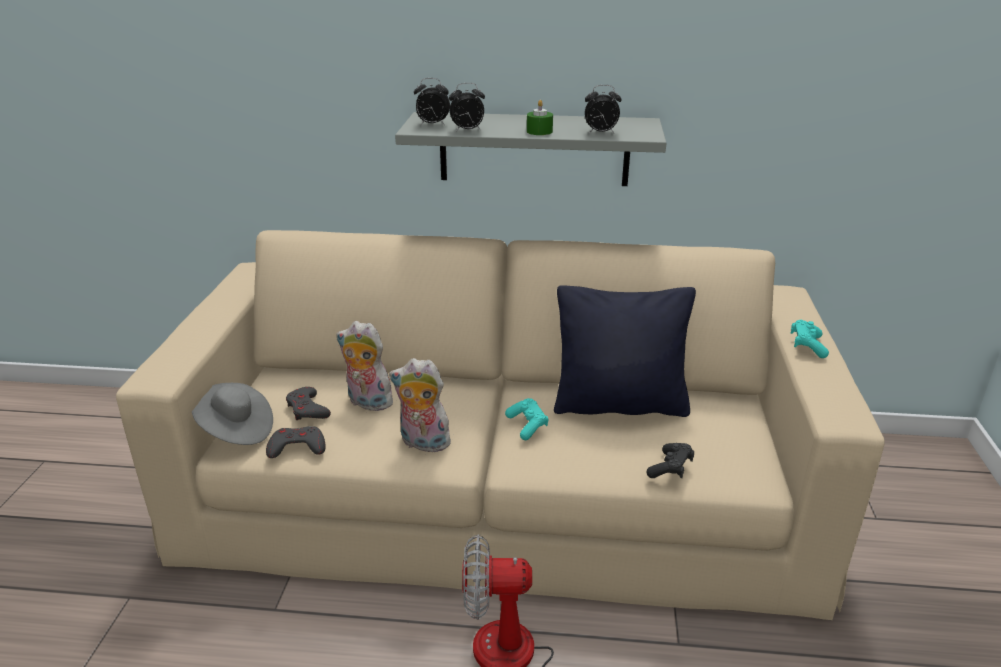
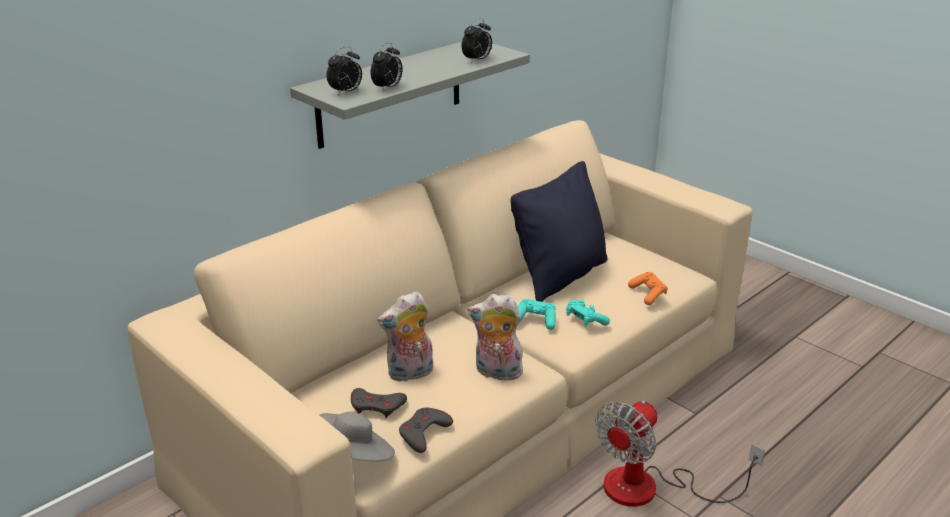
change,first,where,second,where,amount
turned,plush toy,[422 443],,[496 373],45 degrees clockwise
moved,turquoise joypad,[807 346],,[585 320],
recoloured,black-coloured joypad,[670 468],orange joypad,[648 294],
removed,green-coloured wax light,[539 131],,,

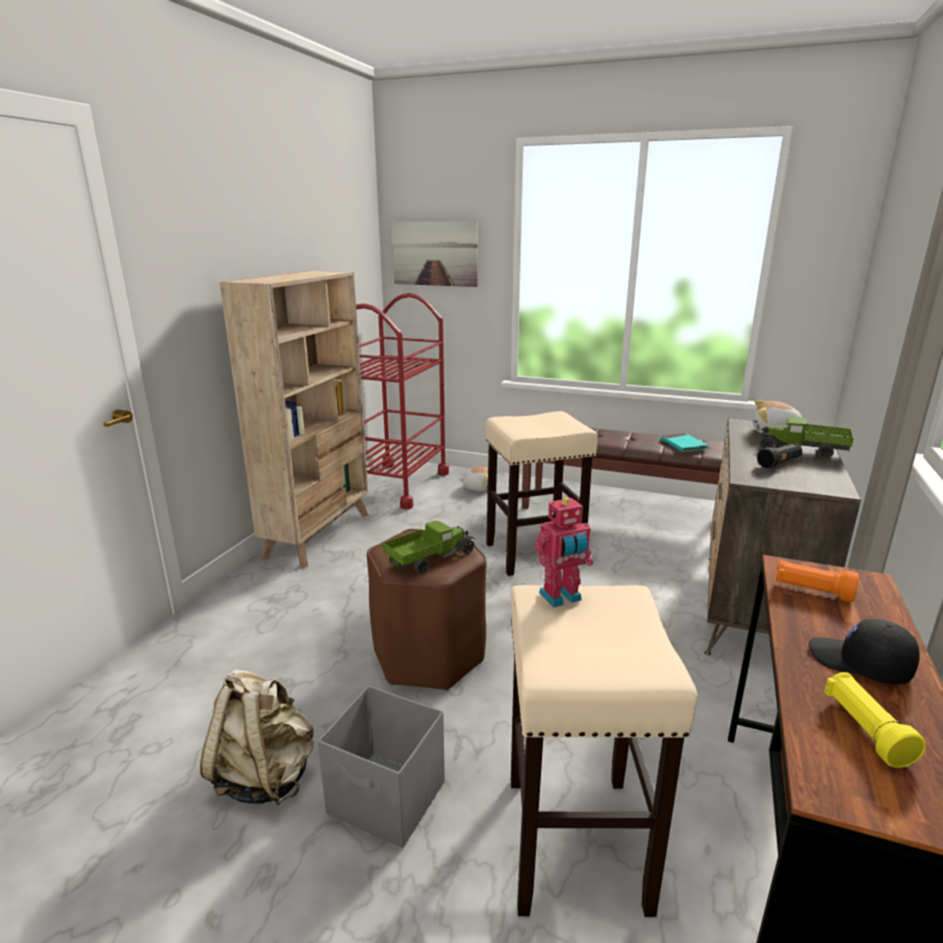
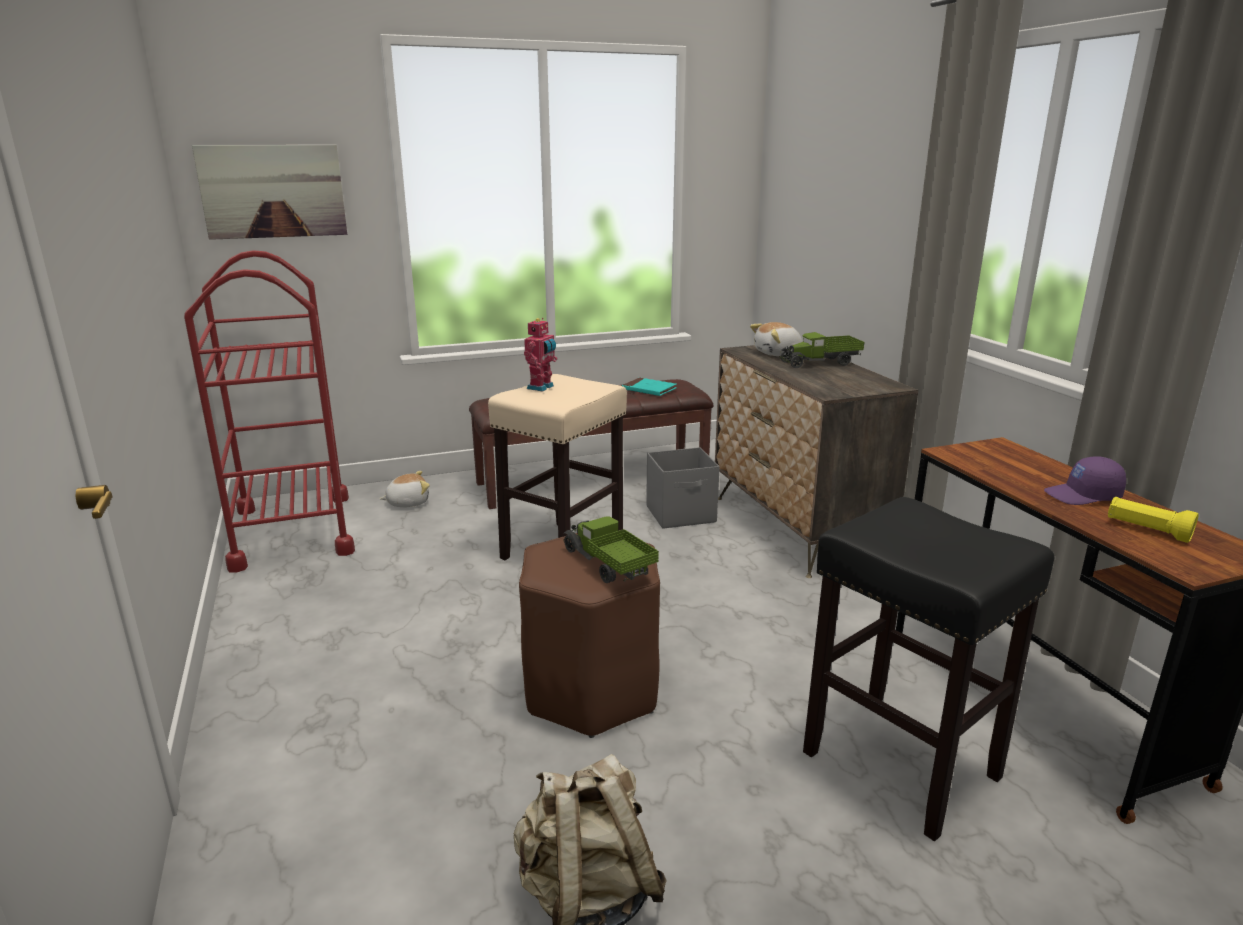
change,first,where,second,where,amount
moved,robot figure,[561 598],,[542 387],
turned,toy truck,[430 559],,[607 565],45 degrees counterclockwise
moved,gray storage box,[388 799],,[682 514],
recoloured,beige-coloured stool,[574 839],black-coloured stool,[898 764],
recoloured,black-coloured peaked cap,[859 664],purple-coloured peaked cap,[1083 496],
removed,beige-coloured bookcase,[319 535],,,
removed,black-coloured hand torch,[779 463],,,
removed,orange hand torch,[812 591],,,

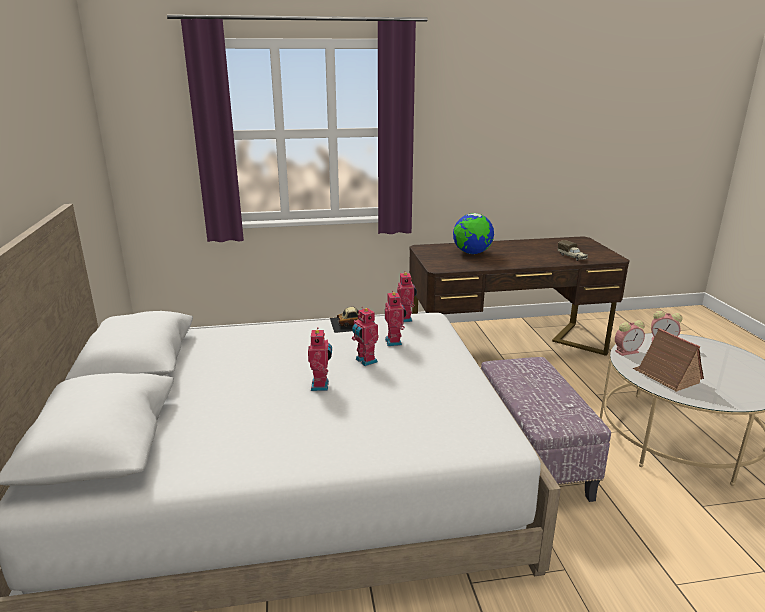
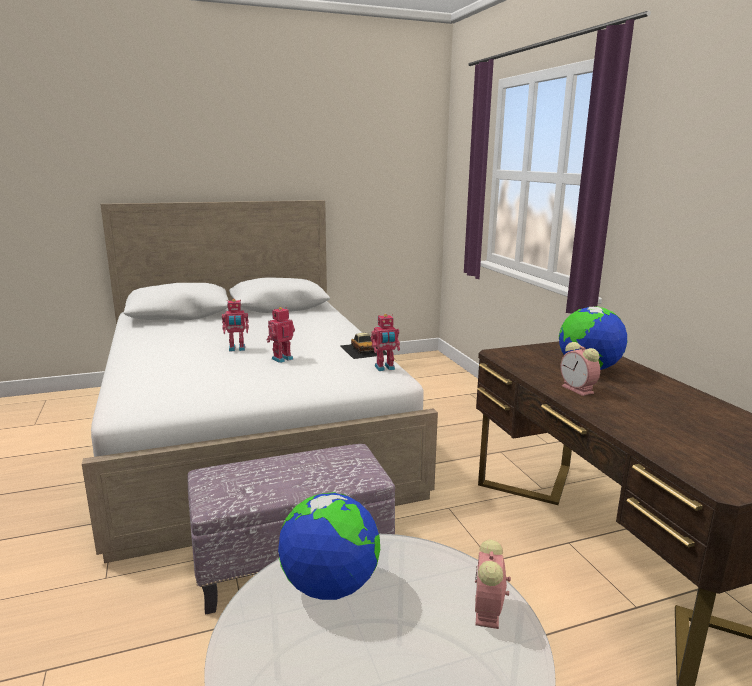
change,first,where,second,where,amount
replaced,toy house,[666 376],globe,[330 586],
moved,alarm clock,[627 351],,[578 390],
removed,robot figure,[395 342],,,
removed,toy truck,[572 257],,,

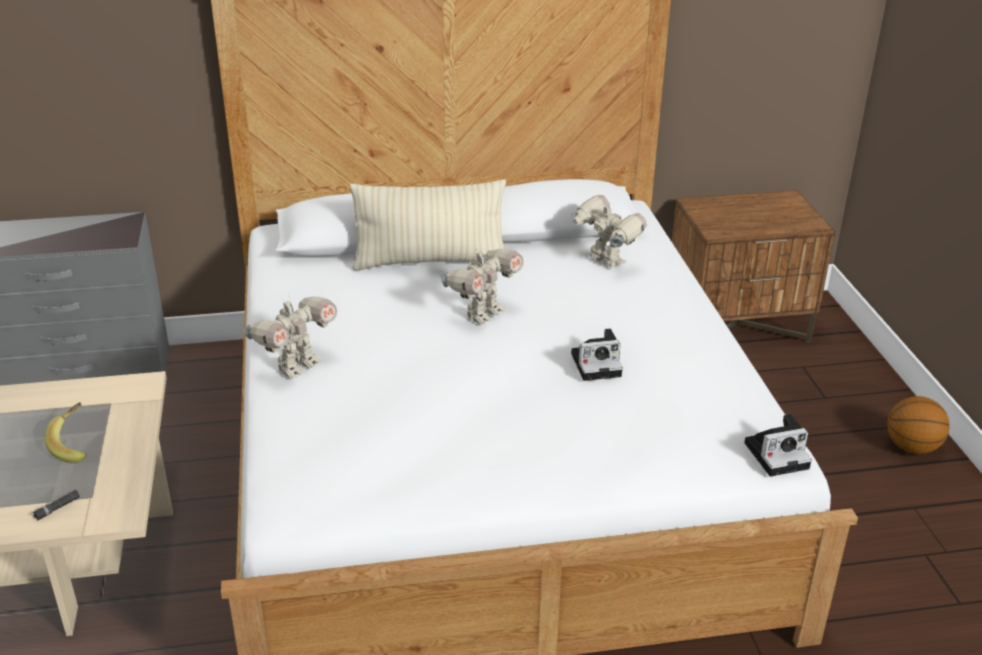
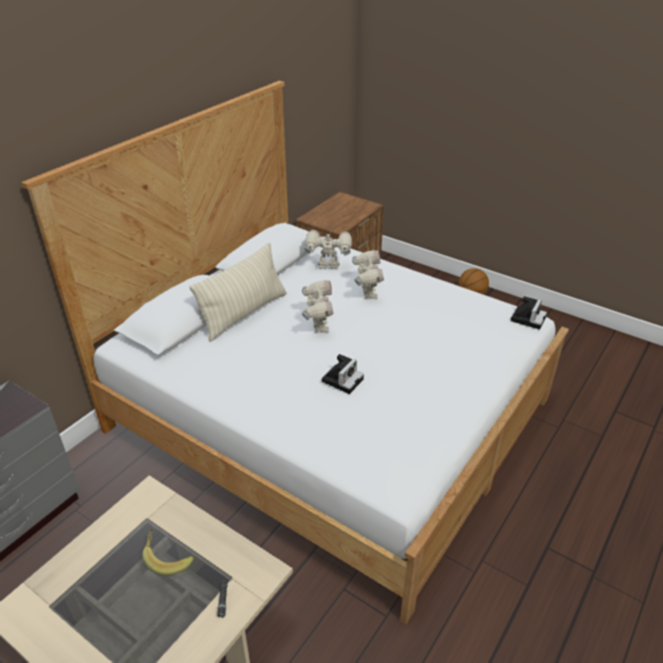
change,first,where,second,where,amount
moved,photo camera,[598 364],,[343 379],
moved,robot figure,[296 366],,[367 293],

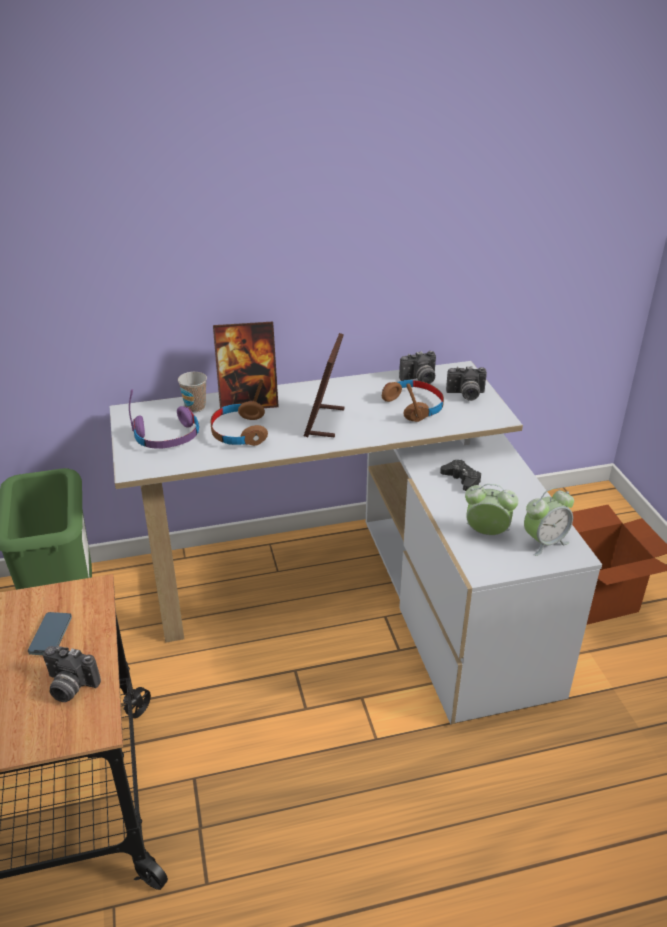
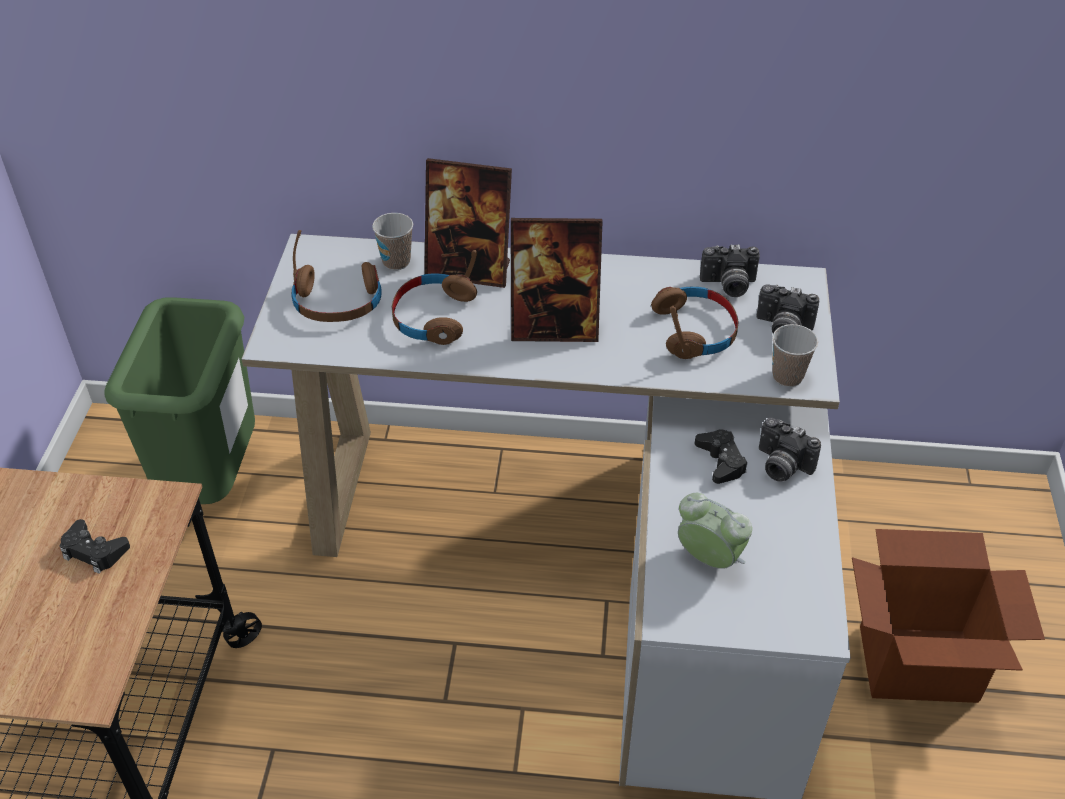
change,first,where,second,where,amount
replaced,telephone,[51 635],black-coloured joypad,[94 551],
recoloured,purple-coloured headset,[167 437],brownish headset,[338 302],
turned,picture frame,[324 422],,[554 328],120 degrees counterclockwise
moved,photo camera,[69 687],,[780 466],
added,,,drinking cup,[787 376],
removed,alarm clock,[544 542],,,

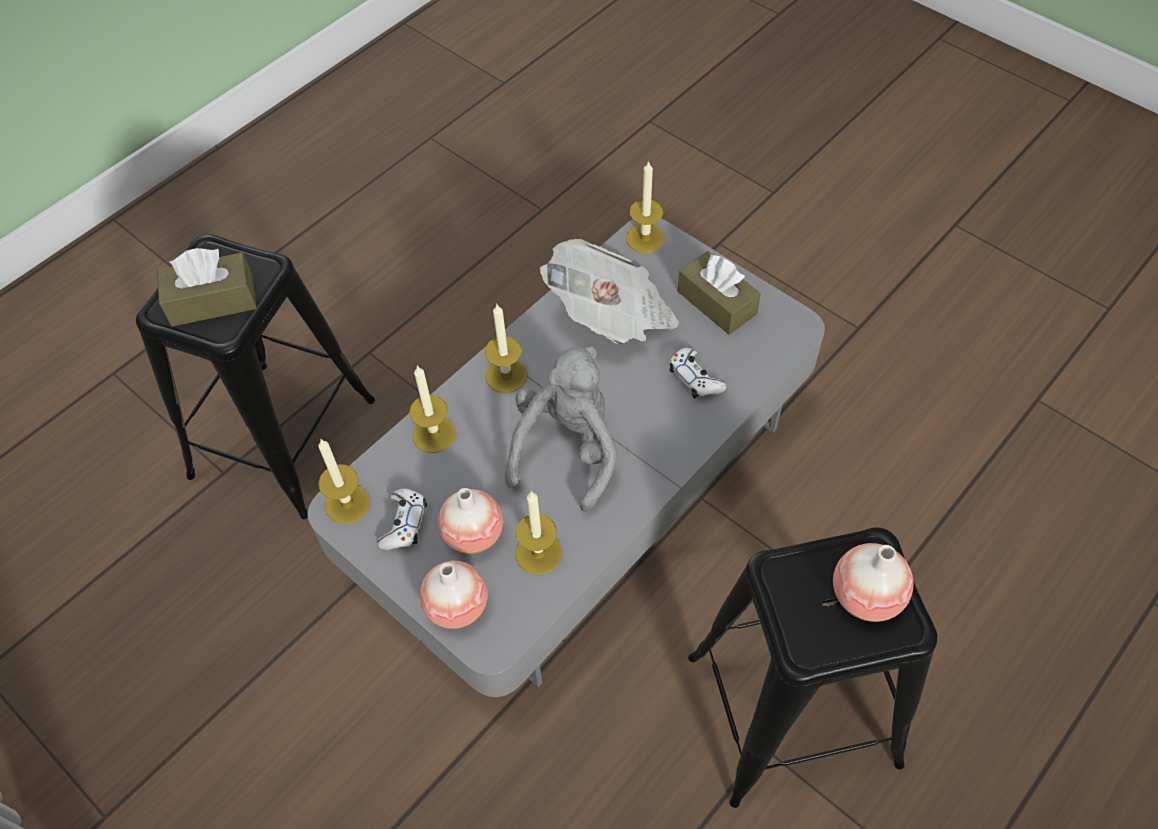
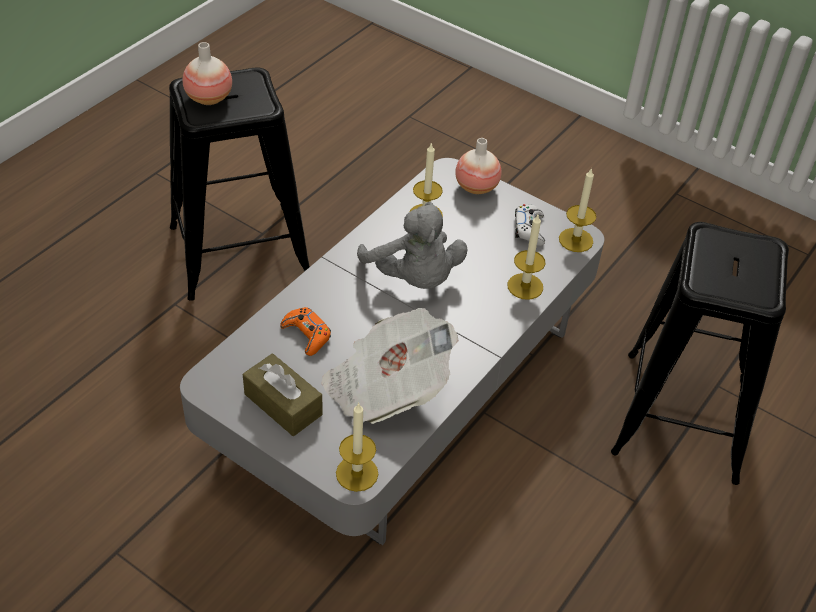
change,first,where,second,where,amount
recoloured,white joypad,[695 378],orange joypad,[307 335],
turned,gray plush toy,[567 450],,[414 278],45 degrees counterclockwise
removed,brownish box of tissues,[212 301],,,
removed,decorative vase,[473 534],,,
removed,wax light,[506 375],,,

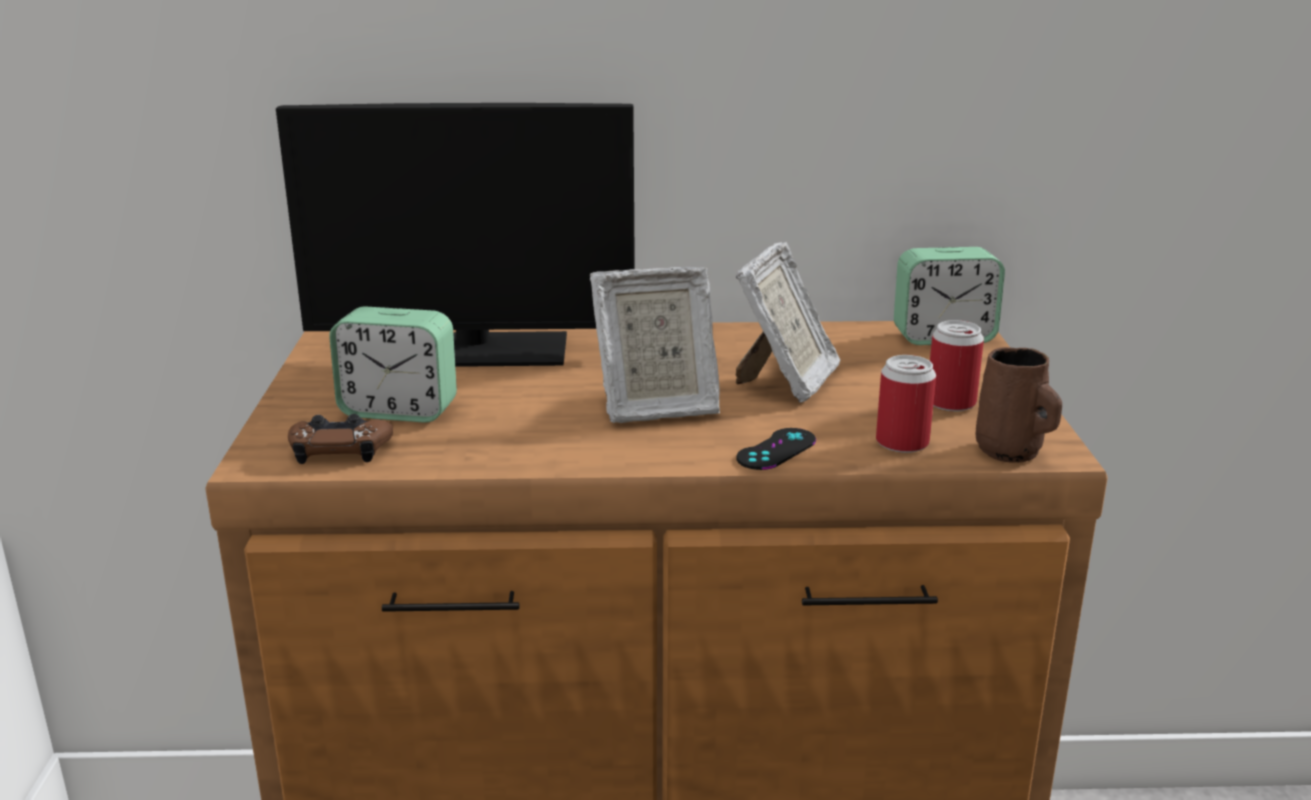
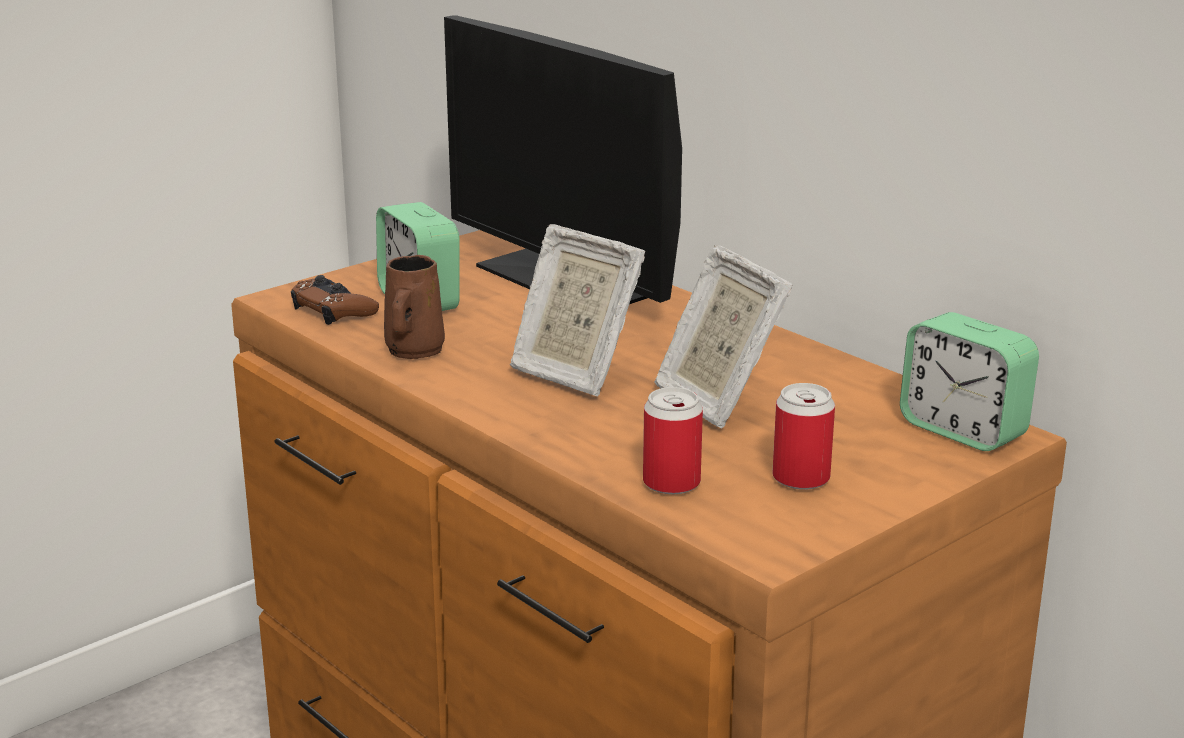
change,first,where,second,where,amount
moved,brownish mug,[1011 452],,[413 351],
turned,picture frame,[786 382],,[716 400],75 degrees clockwise
removed,black-coloured joypad,[776 449],,,

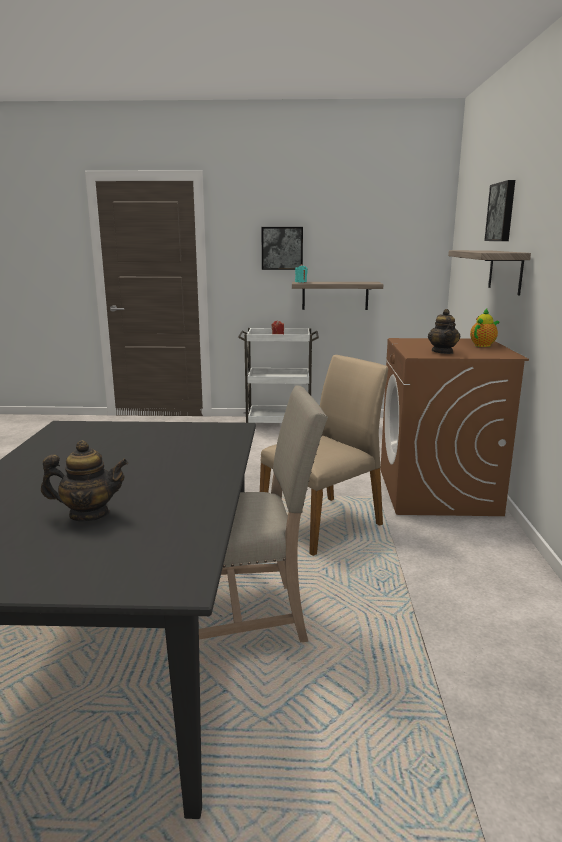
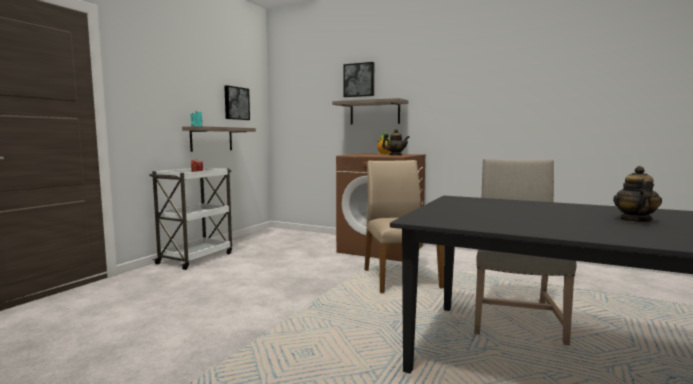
change,first,where,second,where,amount
moved,picture,[282 248],,[236 103],

